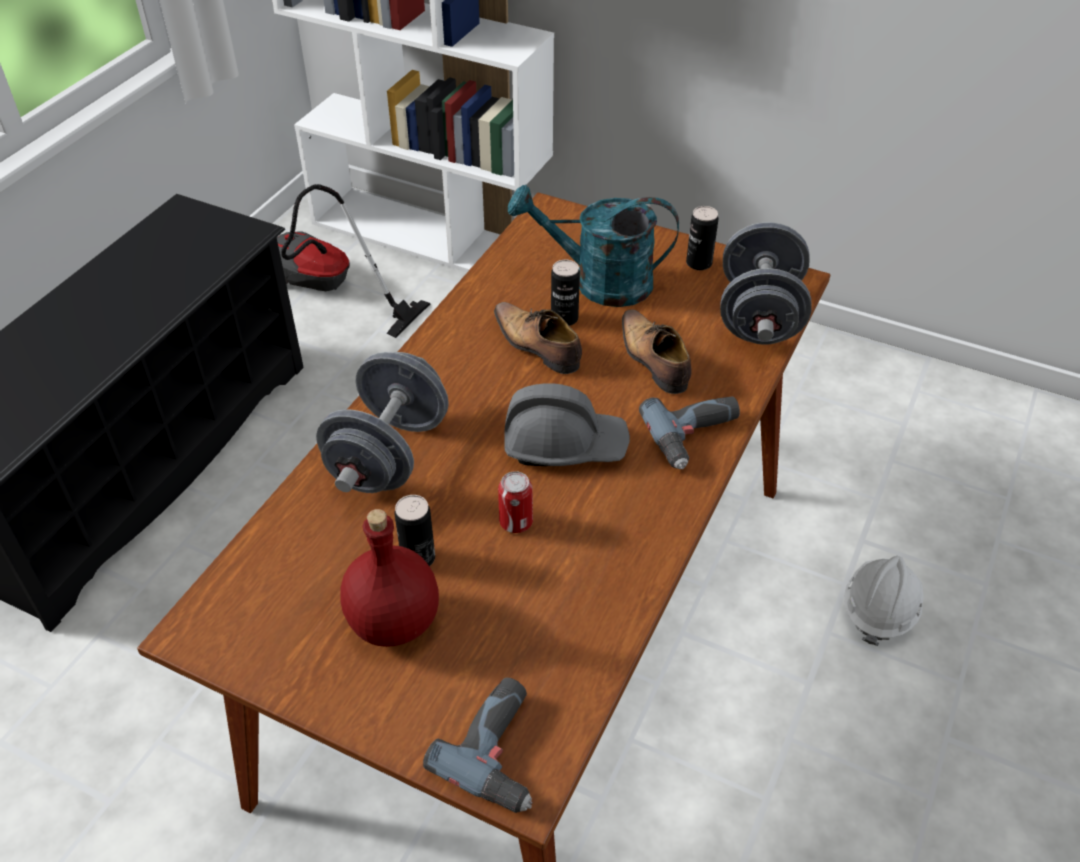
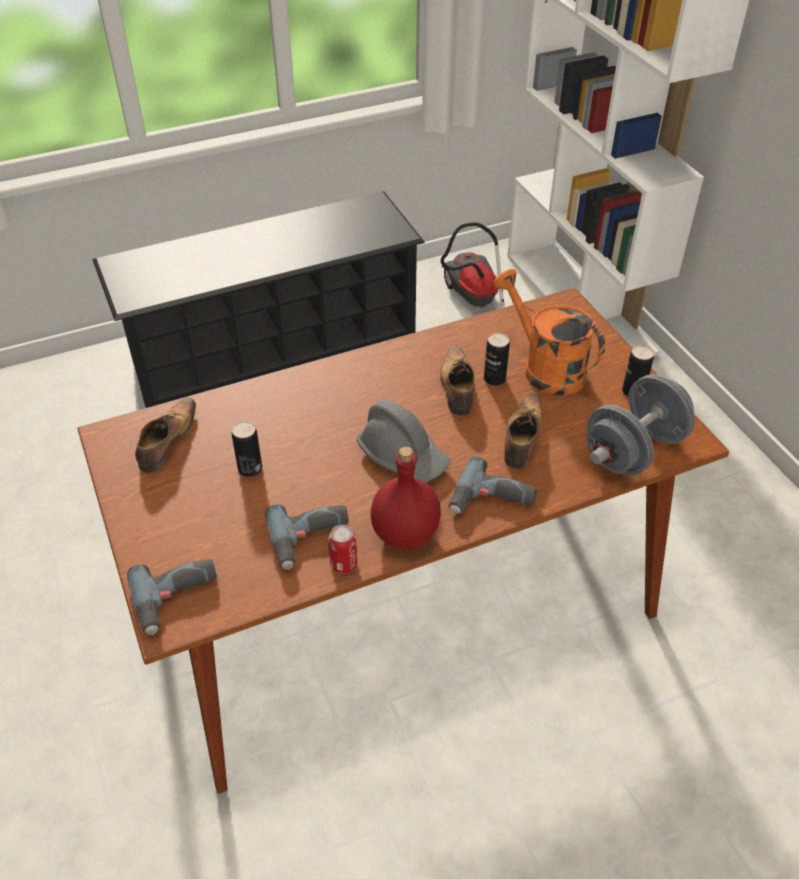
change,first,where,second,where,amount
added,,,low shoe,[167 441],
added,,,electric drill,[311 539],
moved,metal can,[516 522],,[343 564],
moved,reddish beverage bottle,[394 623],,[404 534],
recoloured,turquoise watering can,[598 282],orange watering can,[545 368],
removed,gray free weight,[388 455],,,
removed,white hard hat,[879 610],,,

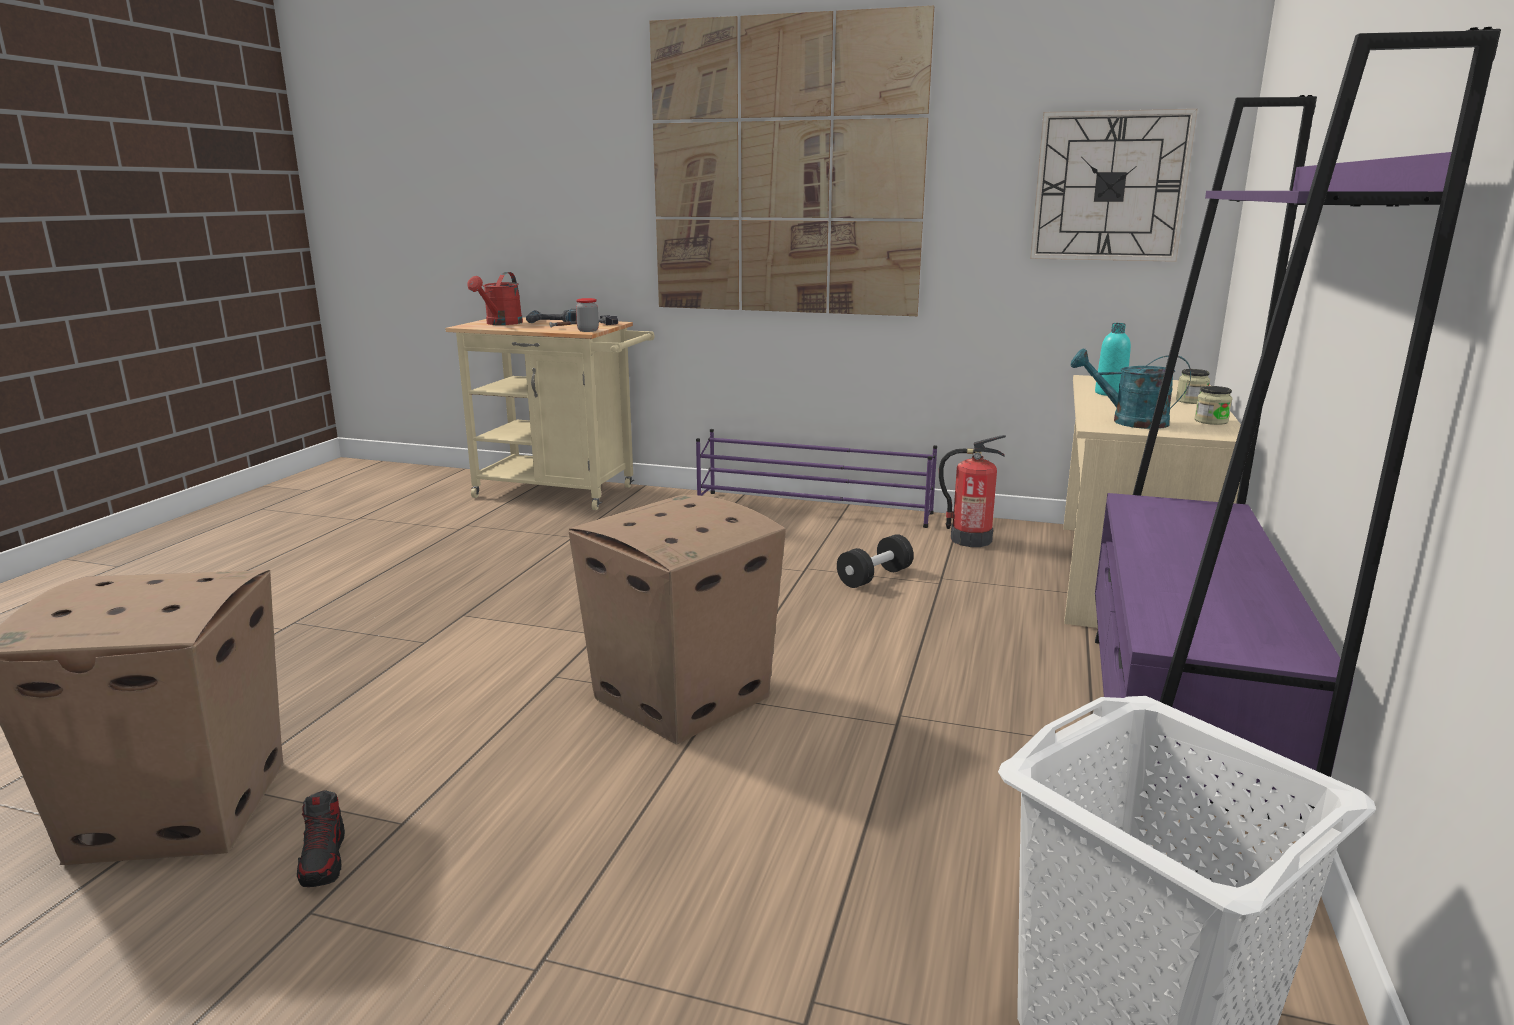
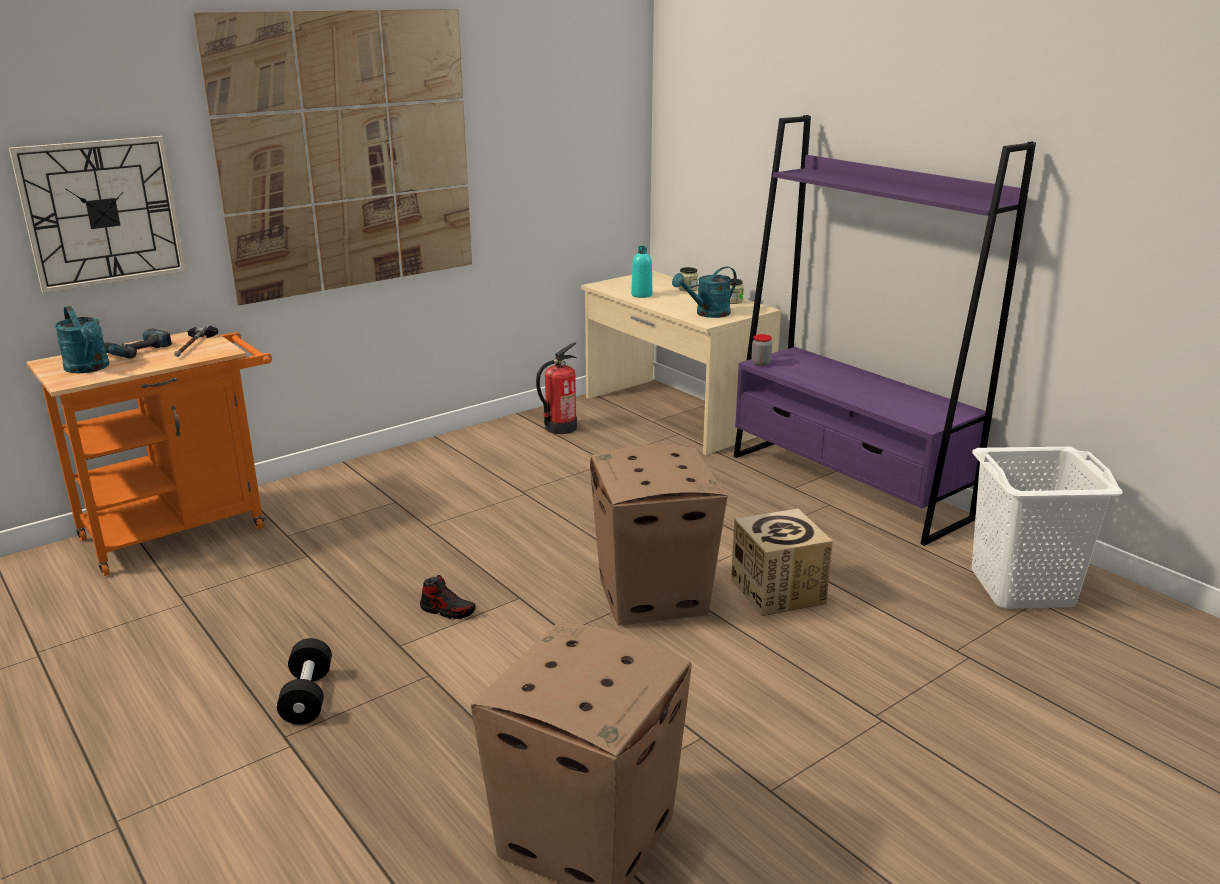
change,first,where,second,where,amount
moved,hanging clock,[1109 187],,[102 213],
recoloured,beige-coloured trolley,[563 492],orange trolley,[184 529],
recoloured,reddish watering can,[501 323],turquoise watering can,[89 368],
moved,black-coloured free weight,[874 577],,[307 697],
moved,low shoe,[324 860],,[448 611],
added,,,carton,[777 591],
moved,jar,[588 330],,[760 363],
removed,purple-coloured shoe shelf,[814 509],,,

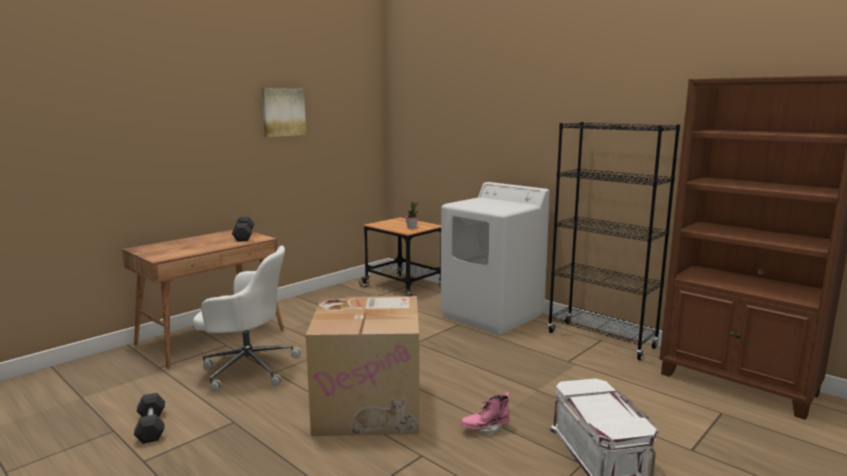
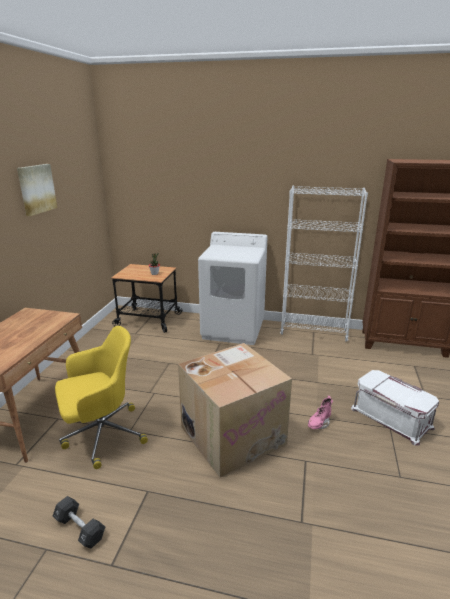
change,first,where,second,where,amount
recoloured,white desk chair,[247 367],yellow desk chair,[102 434],
recoloured,black-coloured bookcase,[601 340],white bookcase,[314 332],
removed,black-coloured free weight,[244 236],,,

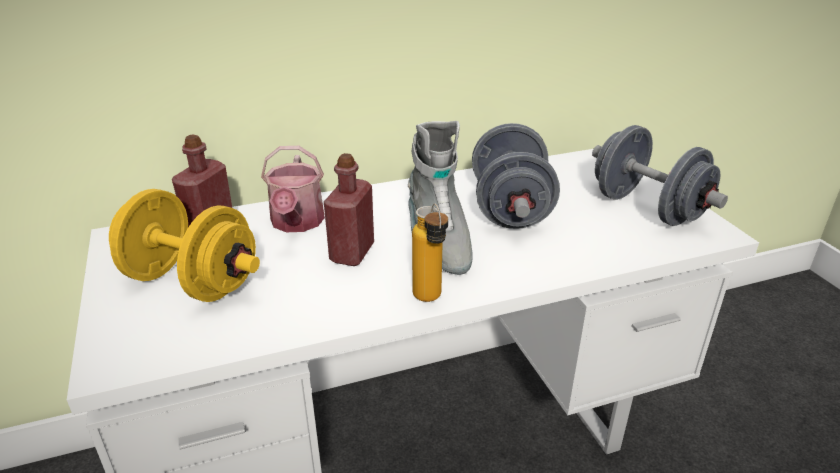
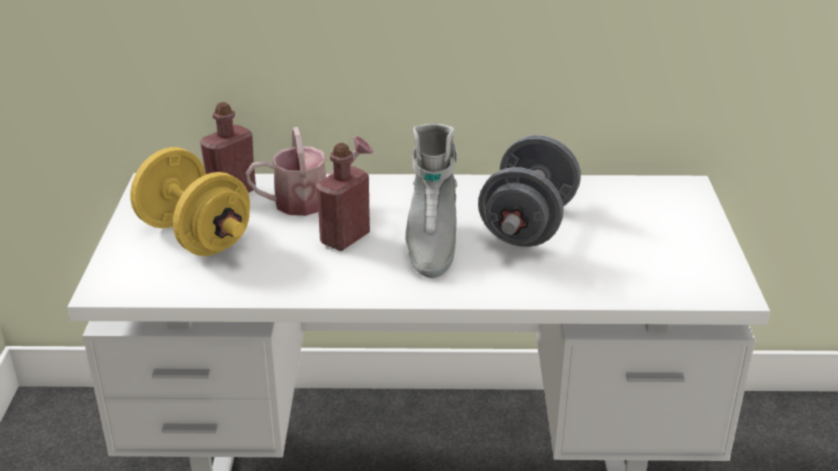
change,first,where,second,where,amount
turned,watering can,[296 223],,[311 200],120 degrees counterclockwise
removed,beverage bottle,[430 301],,,
removed,gray free weight,[647 208],,,

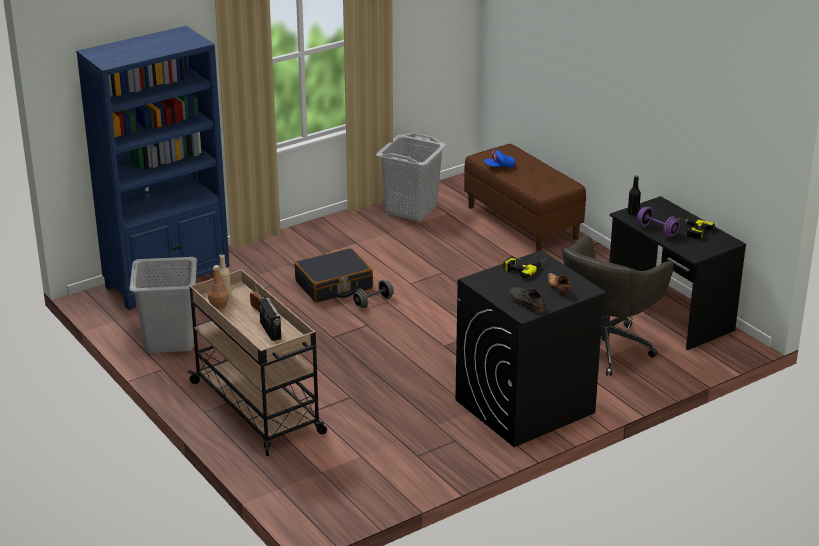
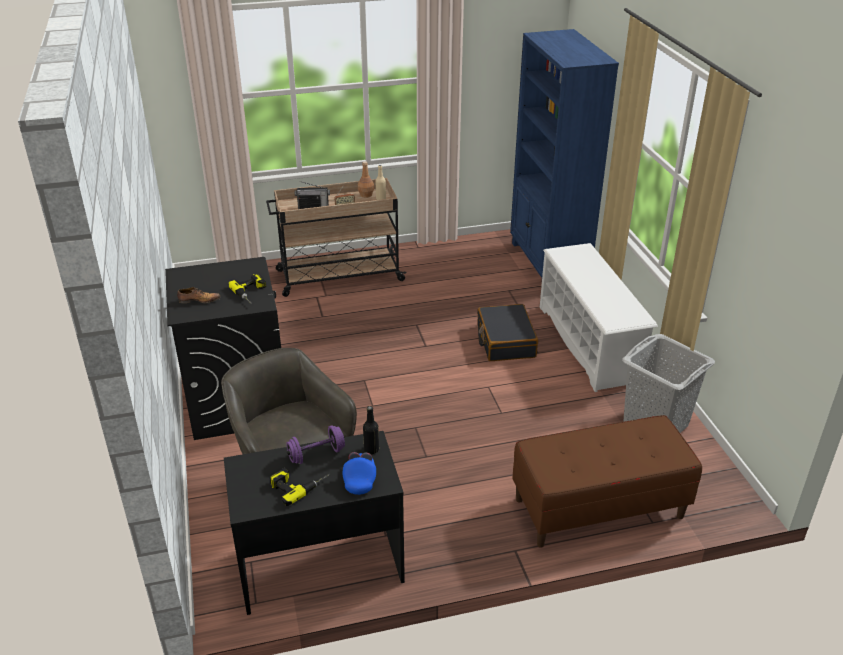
change,first,where,second,where,amount
moved,blue peaked cap,[499 167],,[360 479],
added,,,white shoe shelf,[589 343],
removed,gray laundry basket,[169 340],,,
removed,gray free weight,[373 302],,,
removed,gray low shoe,[526 302],,,

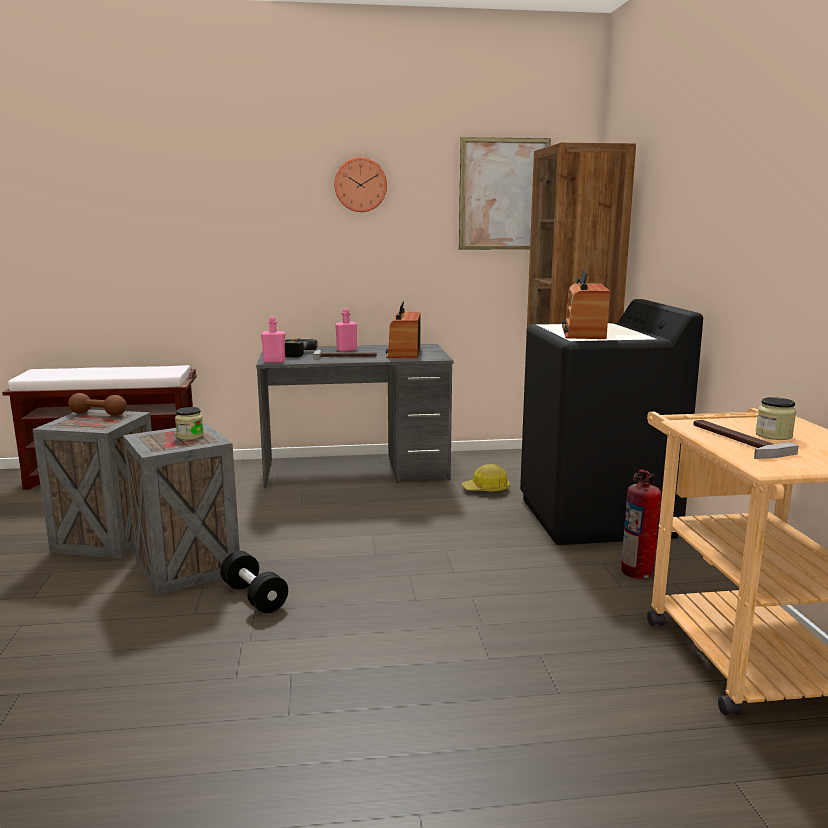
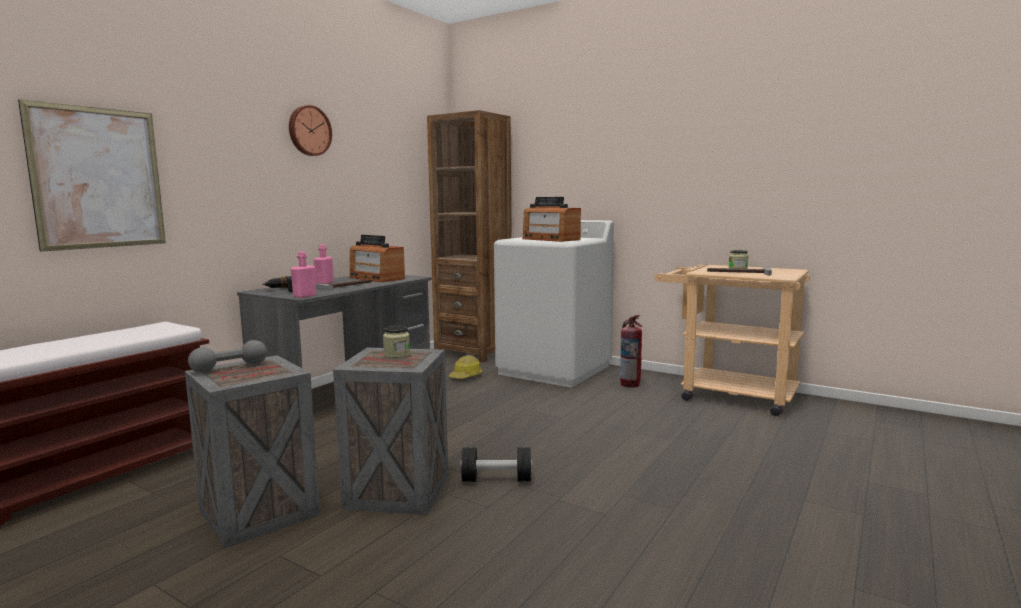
change,first,where,second,where,amount
moved,picture,[504 194],,[98 178],
recoloured,brownish free weight,[98 414],gray free weight,[229 368],
recoloured,black-coloured laundry appliance,[596 517],white laundry appliance,[555 370],

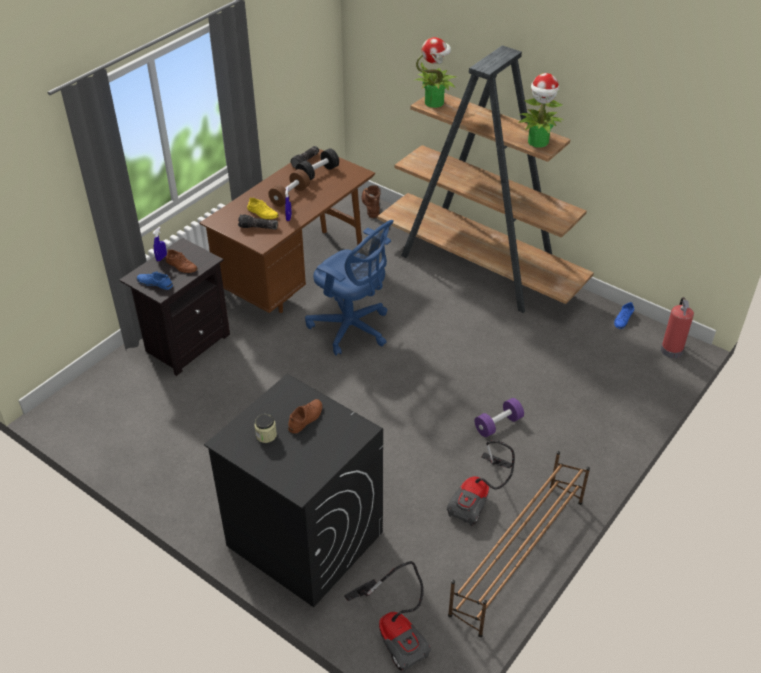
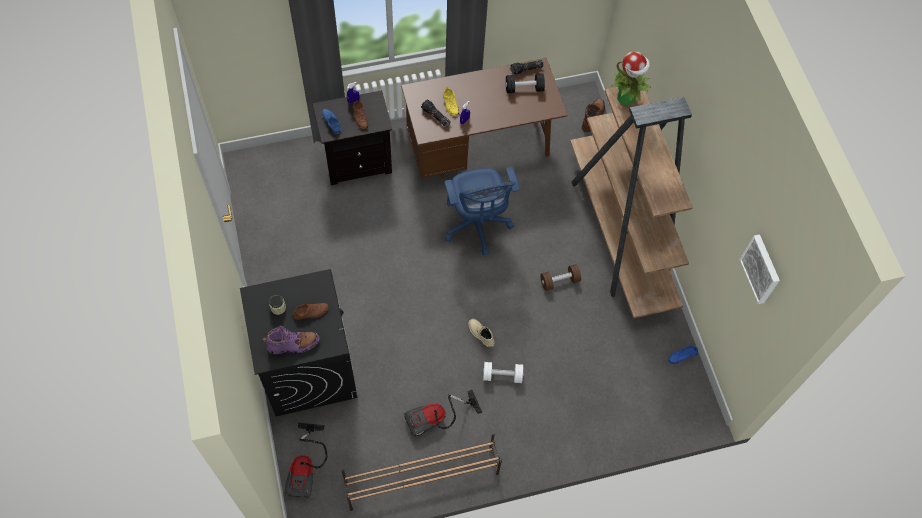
change,first,where,second,where,amount
added,,,purple-coloured boot,[293 344],
added,,,beige-coloured boot,[480 334],
recoloured,purple-coloured free weight,[498 424],white free weight,[502 375],
moved,brownish free weight,[290 196],,[559 281],
added,,,picture,[762 269],
removed,potted plant,[538 142],,,
removed,fire-fighting cylinder,[671 349],,,

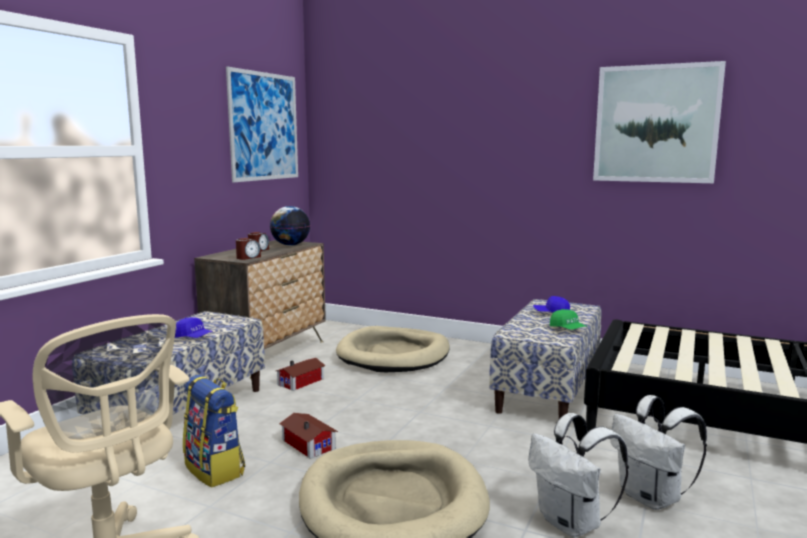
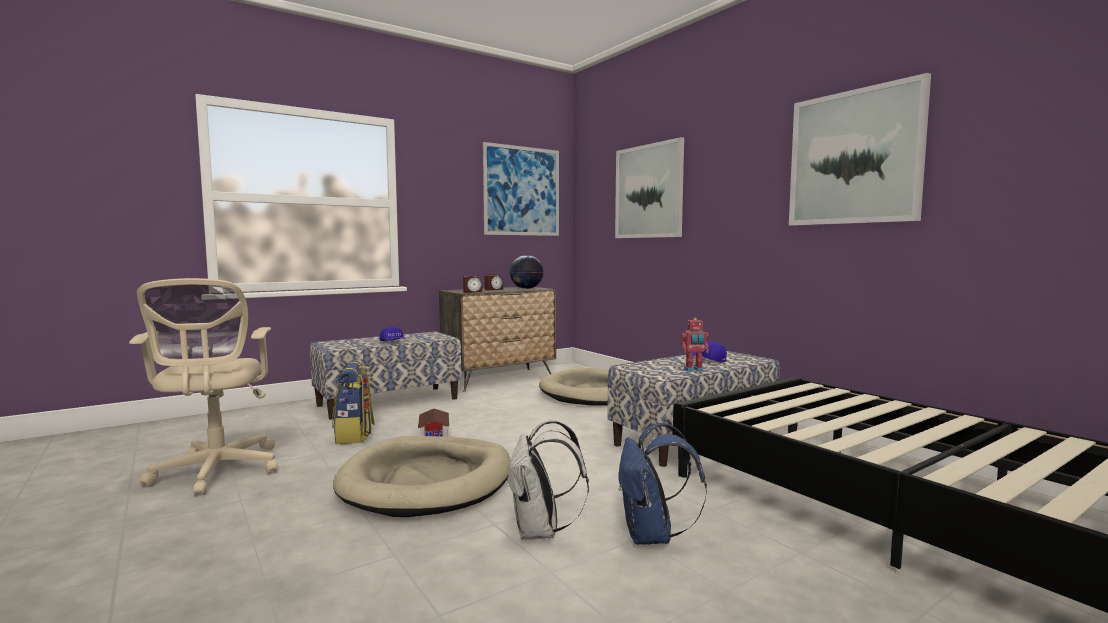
change,first,where,second,where,amount
added,,,picture,[648 191],
recoloured,white rucksack,[652 498],blue rucksack,[652 536],
replaced,green-coloured peaked cap,[567 329],robot figure,[694 370],
removed,toy house,[302 381],,,

